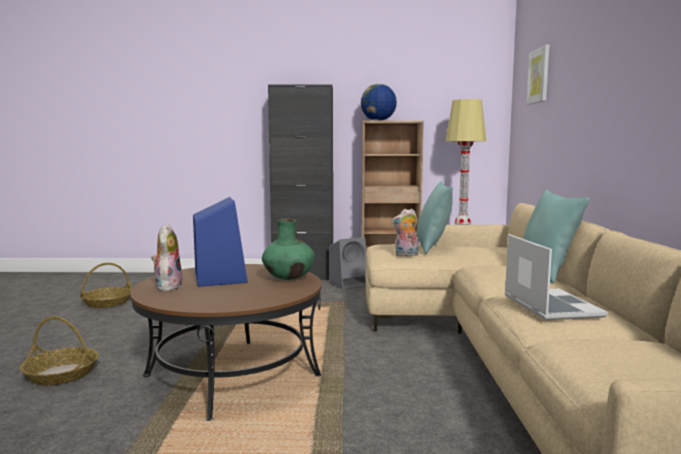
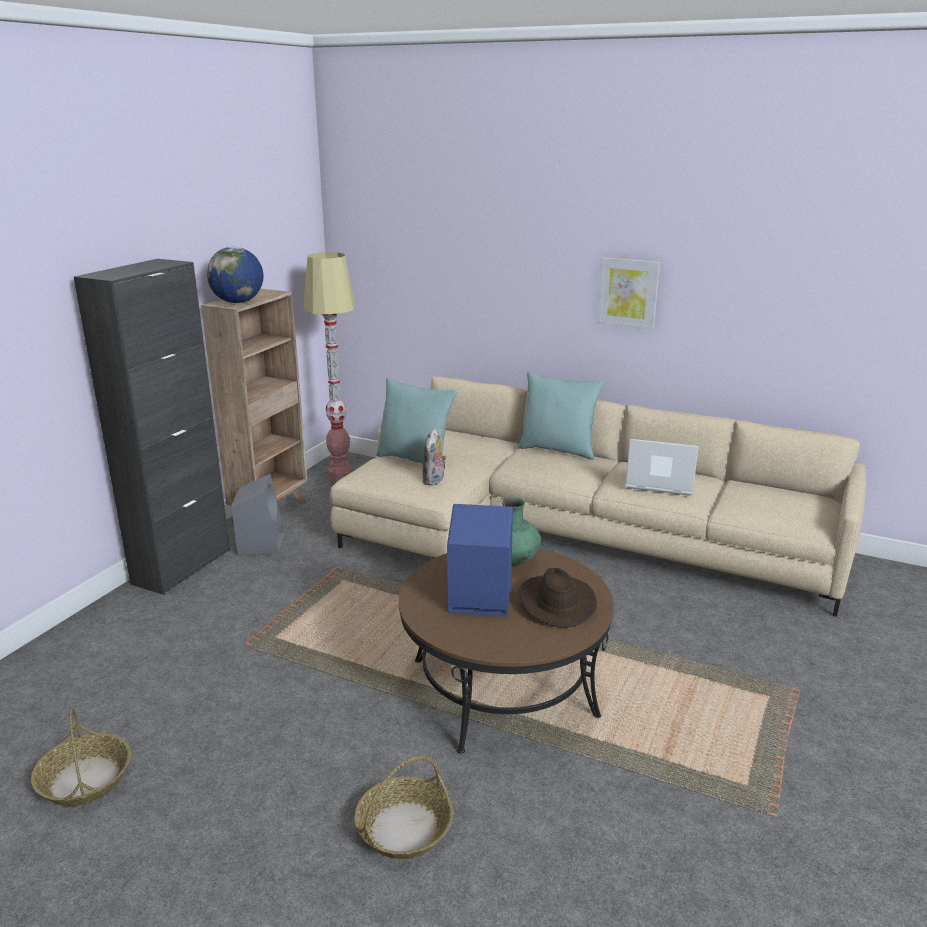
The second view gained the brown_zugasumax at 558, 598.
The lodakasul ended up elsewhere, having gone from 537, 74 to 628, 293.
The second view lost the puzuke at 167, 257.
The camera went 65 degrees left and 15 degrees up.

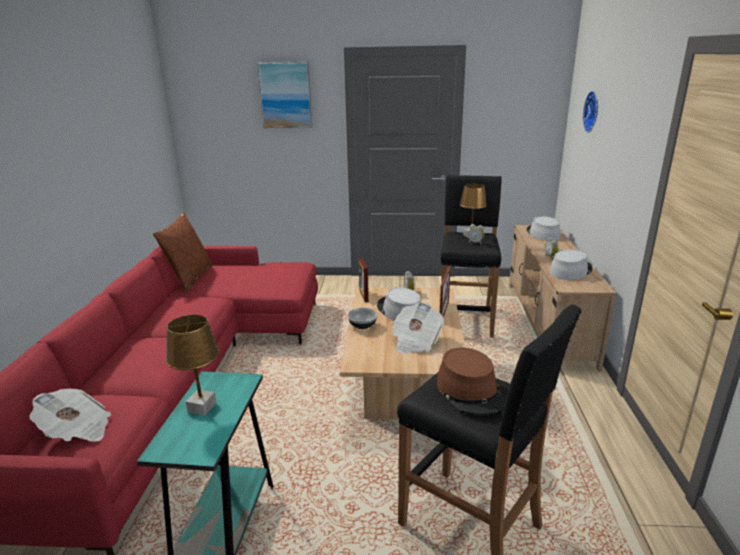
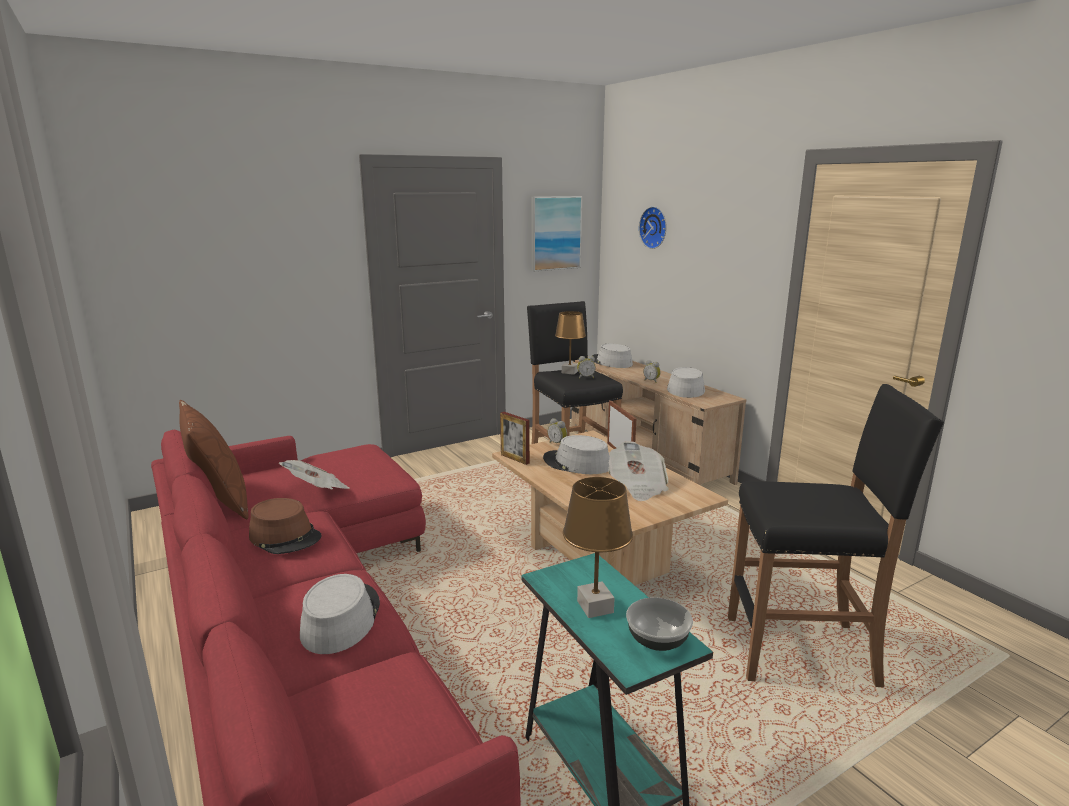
The brown_zugasumax ended up elsewhere, having gone from 471, 381 to 285, 526.
The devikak ended up elsewhere, having gone from 70, 415 to 314, 474.
The second view gained the grey_zugasumax at 340, 614.
The lodakasul ended up elsewhere, having gone from 284, 94 to 556, 233.
The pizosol ended up elsewhere, having gone from 362, 318 to 659, 624.
The camera went 35 degrees left and 5 degrees down.

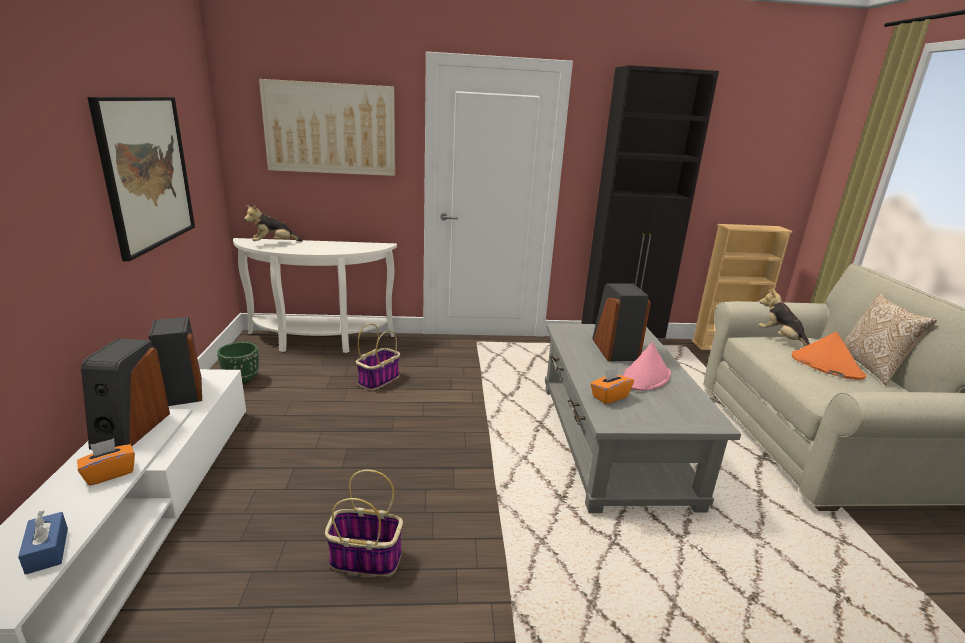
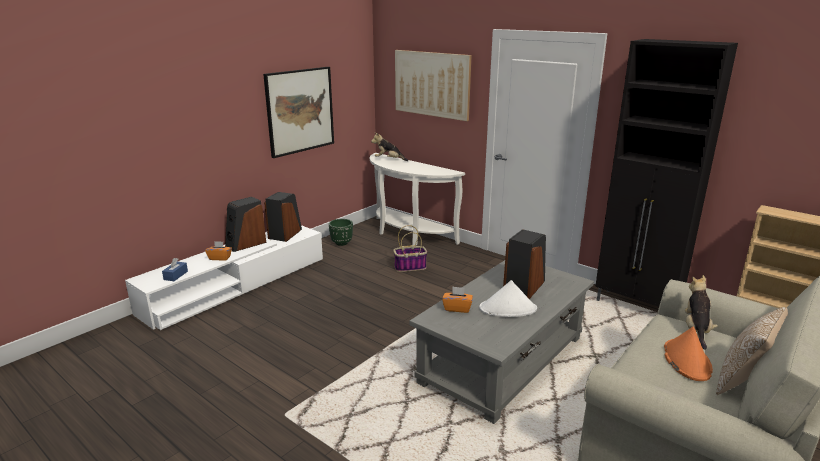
What was the pink_zugasumax at 646, 366 turned into the white_zugasumax at 508, 298.
The second view lost the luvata at 364, 523.
The camera went 45 degrees right and 0 degrees up.

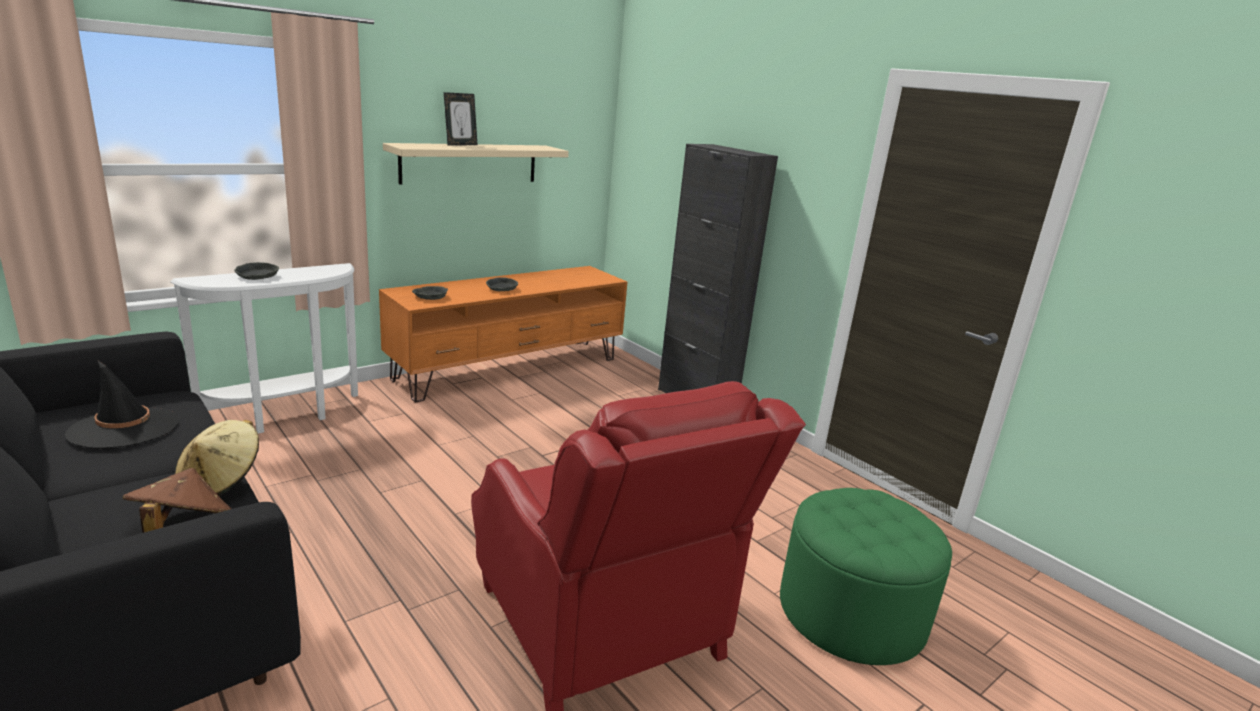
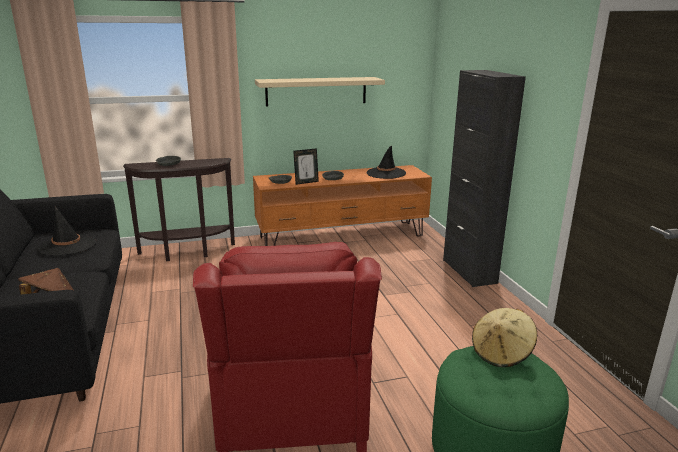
What was the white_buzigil at 264, 348 turned into the brown_buzigil at 179, 209.
The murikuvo ended up elsewhere, having gone from 460, 119 to 306, 166.
The second view gained the black_zugasumax at 386, 162.
The beige_zugasumax ended up elsewhere, having gone from 217, 458 to 504, 338.
The camera went 25 degrees right and 0 degrees up.

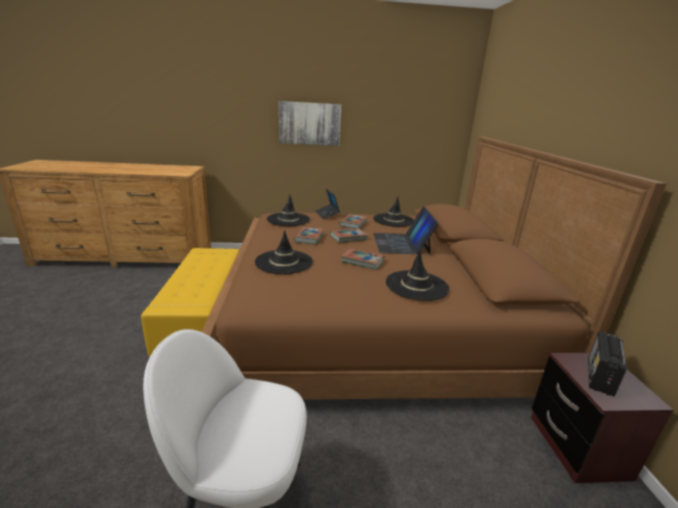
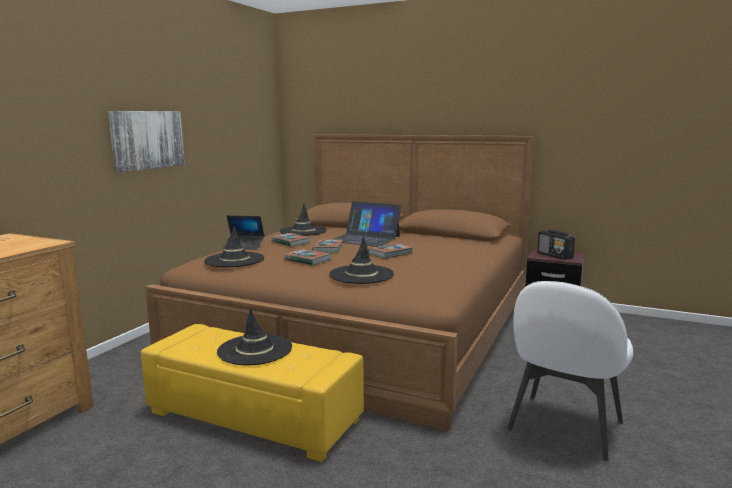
The black_zugasumax ended up elsewhere, having gone from 417, 275 to 254, 336.
The camera went 60 degrees left and 10 degrees down.

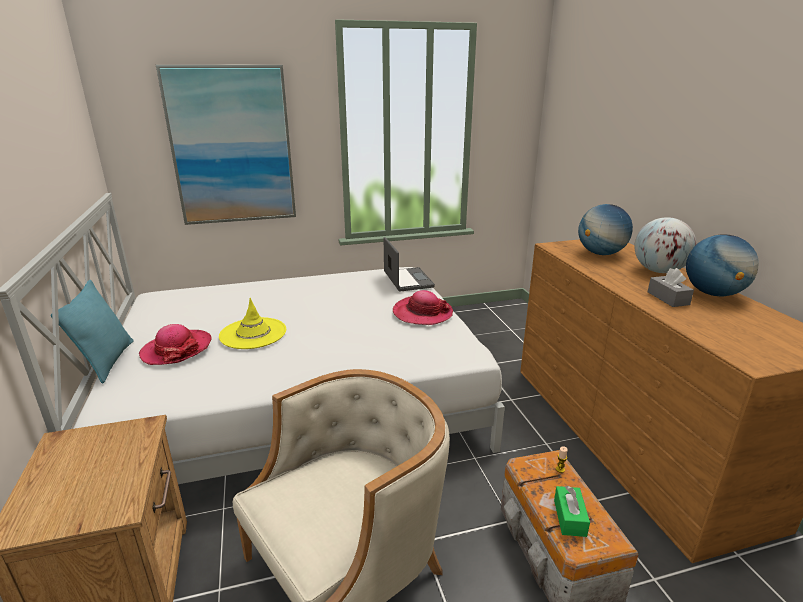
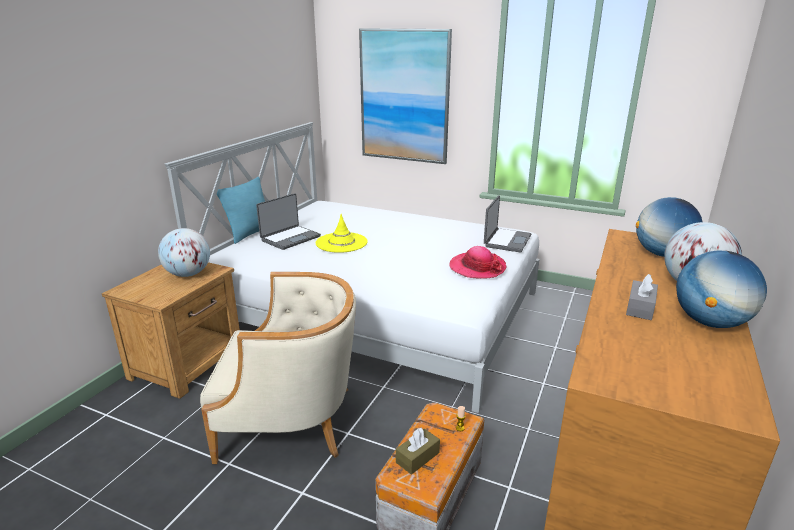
The second view gained the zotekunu at 184, 252.
Where the zugasumax stood at 175, 344, the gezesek came to stand at 288, 221.
What was the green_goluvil at 572, 511 turned into the brown_goluvil at 418, 451.
The camera went 40 degrees right and 0 degrees up.

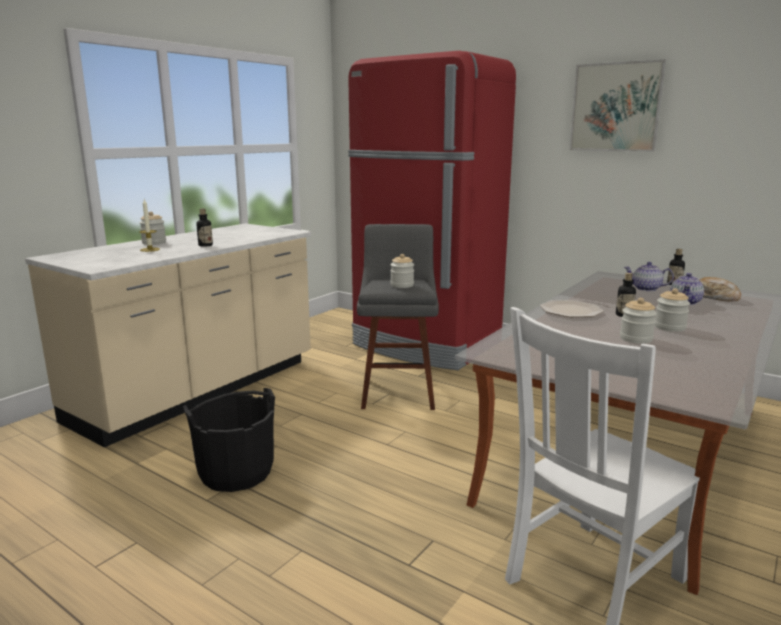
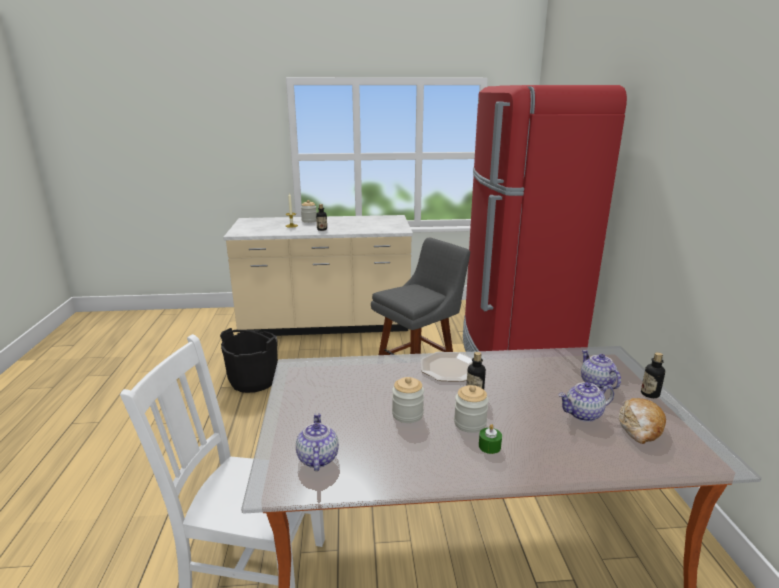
The second view gained the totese at 317, 442.
The second view gained the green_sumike at 490, 439.
The second view lost the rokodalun at 402, 271.
The second view lost the lodakasul at 617, 105.
The camera went 50 degrees right and 5 degrees up.

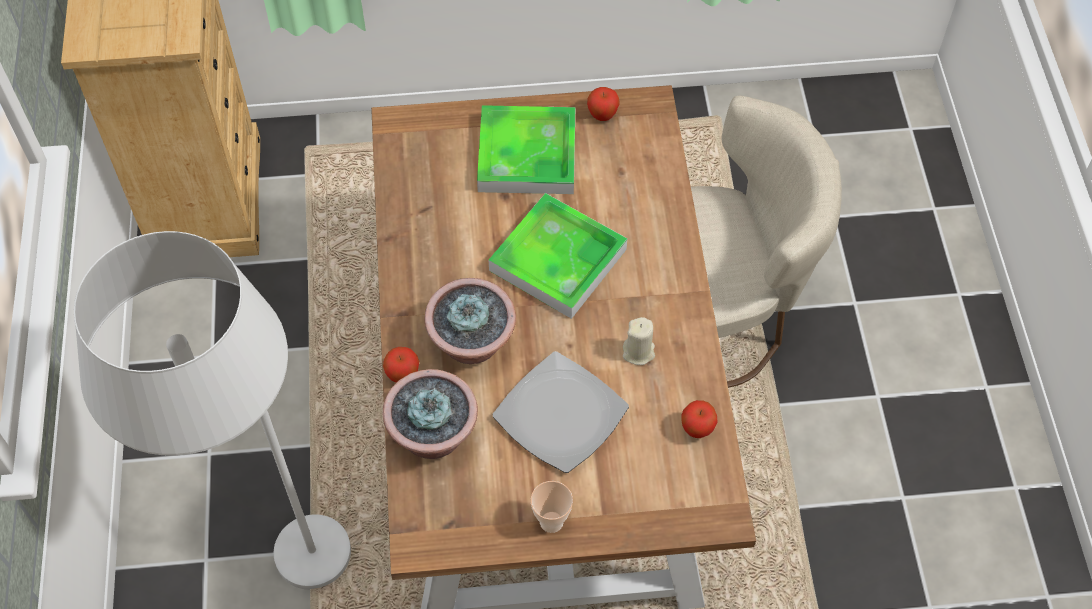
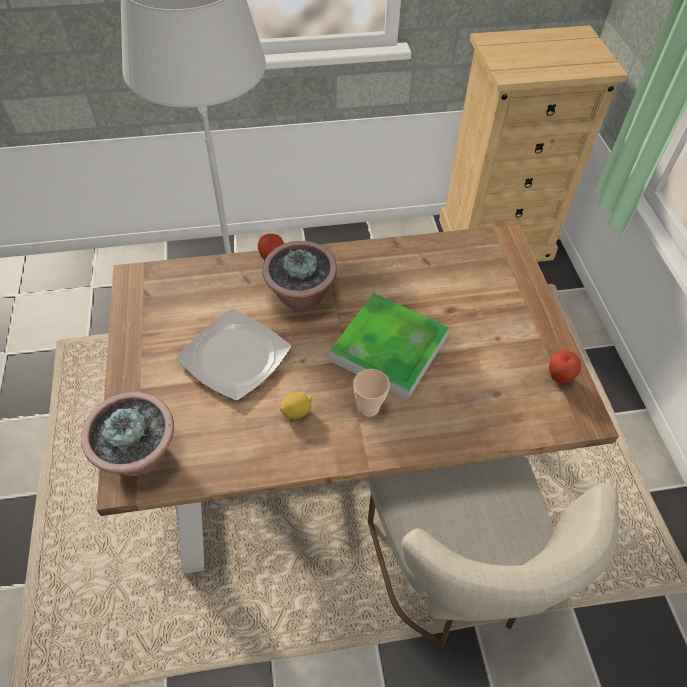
The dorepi ended up elsewhere, having gone from 430, 414 to 127, 434.
Where the beige_sumike stood at 639, 341, the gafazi came to stand at 296, 405.
The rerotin ended up elsewhere, having gone from 552, 507 to 371, 393.
The second view lost the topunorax at 526, 149.
The second view lost the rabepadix at 699, 419.
The camera went 85 degrees right and 5 degrees down.

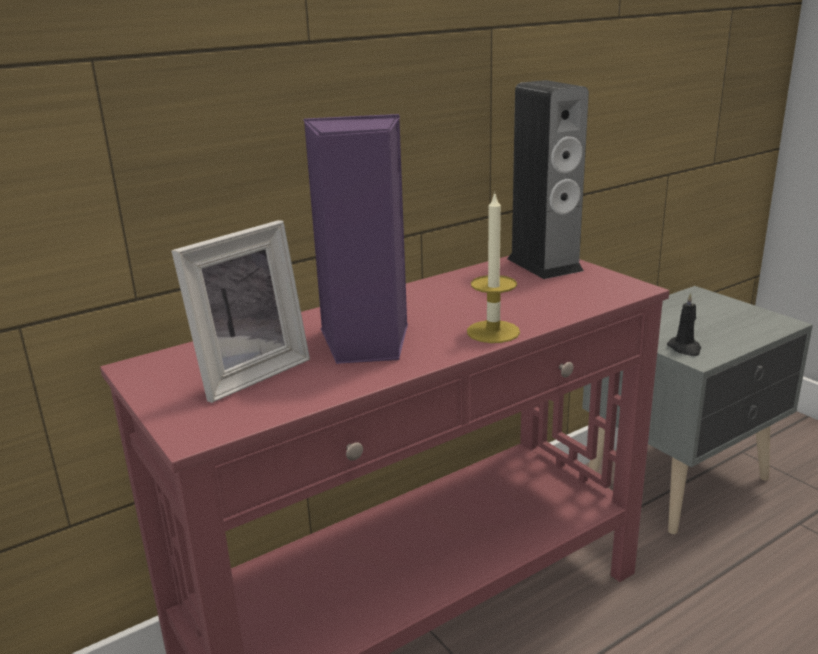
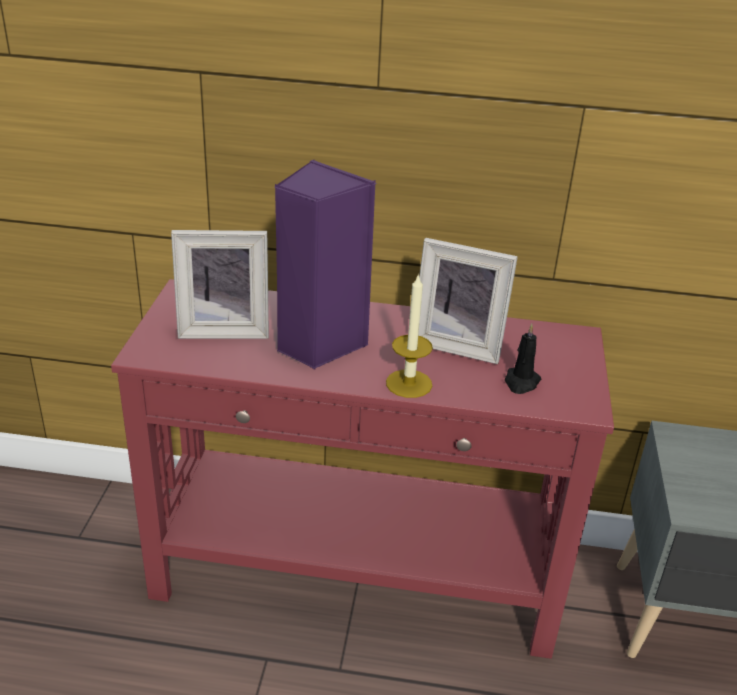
The second view gained the murikuvo at 468, 301.
The black_sumike ended up elsewhere, having gone from 684, 324 to 523, 359.
The second view lost the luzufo at 548, 179.
The camera went 40 degrees right and 10 degrees up.

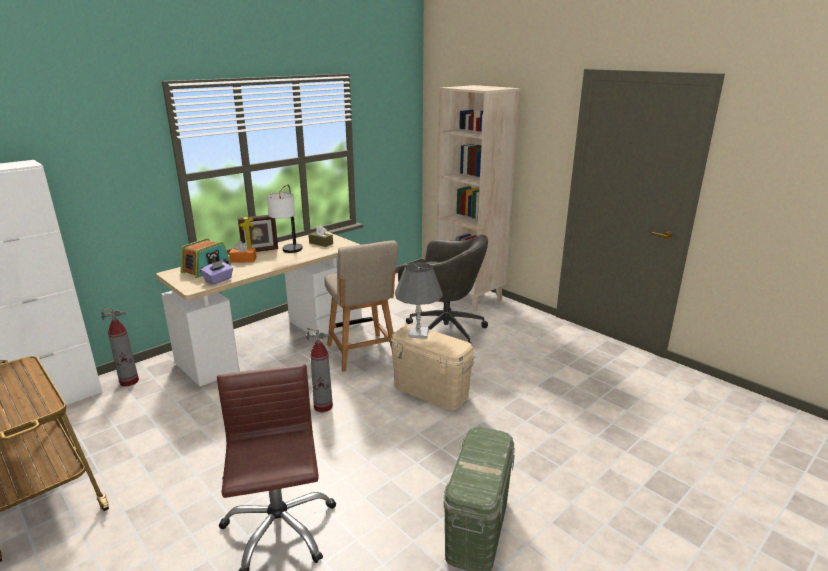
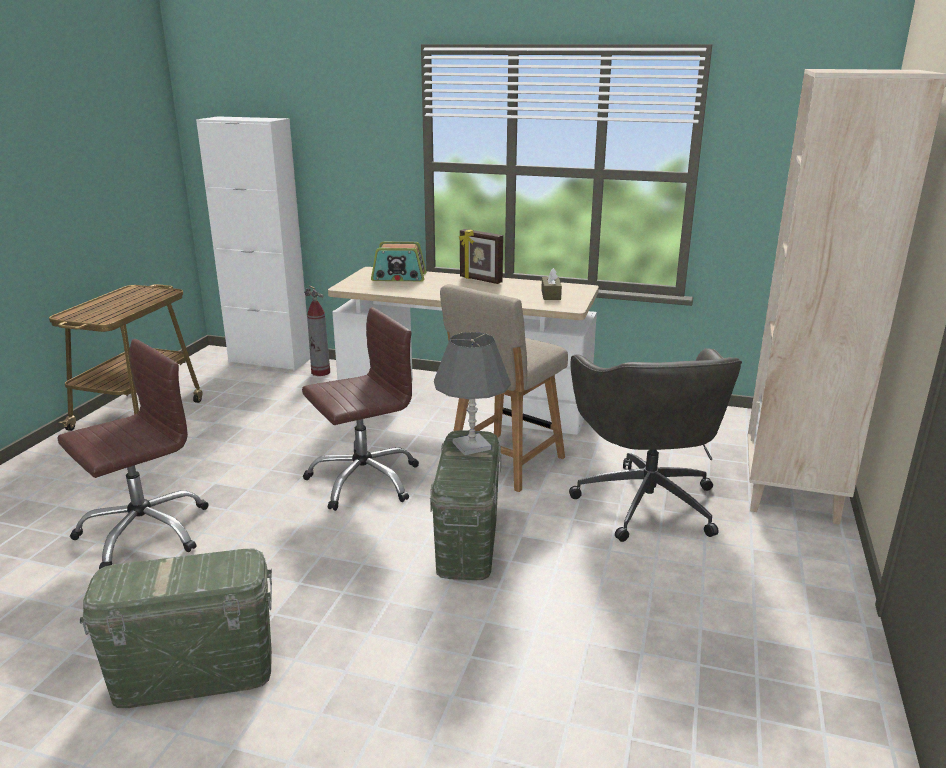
Where the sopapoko stood at 319, 370, the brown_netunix came to stand at 360, 409.
What was the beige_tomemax at 433, 367 turned into the green_tomemax at 466, 505.
The second view lost the purple_goluvil at 217, 272.
The second view lost the orange_goluvil at 243, 252.
The second view lost the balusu at 285, 218.
The camera went 60 degrees right and 0 degrees up.

